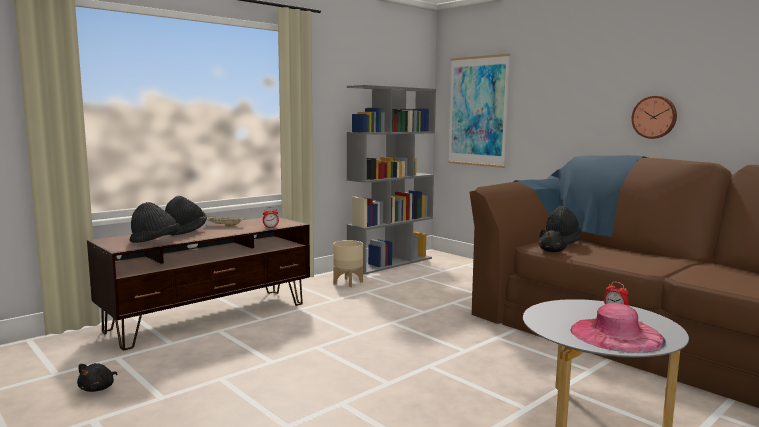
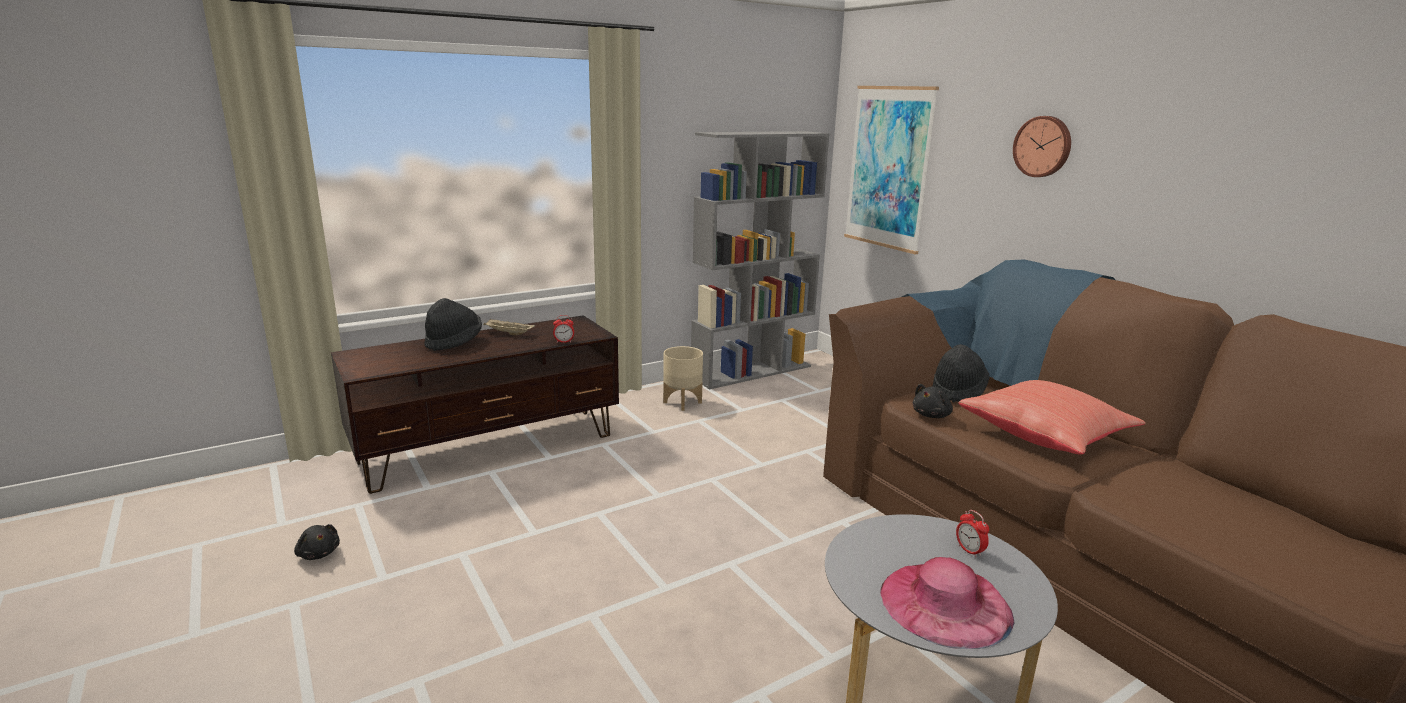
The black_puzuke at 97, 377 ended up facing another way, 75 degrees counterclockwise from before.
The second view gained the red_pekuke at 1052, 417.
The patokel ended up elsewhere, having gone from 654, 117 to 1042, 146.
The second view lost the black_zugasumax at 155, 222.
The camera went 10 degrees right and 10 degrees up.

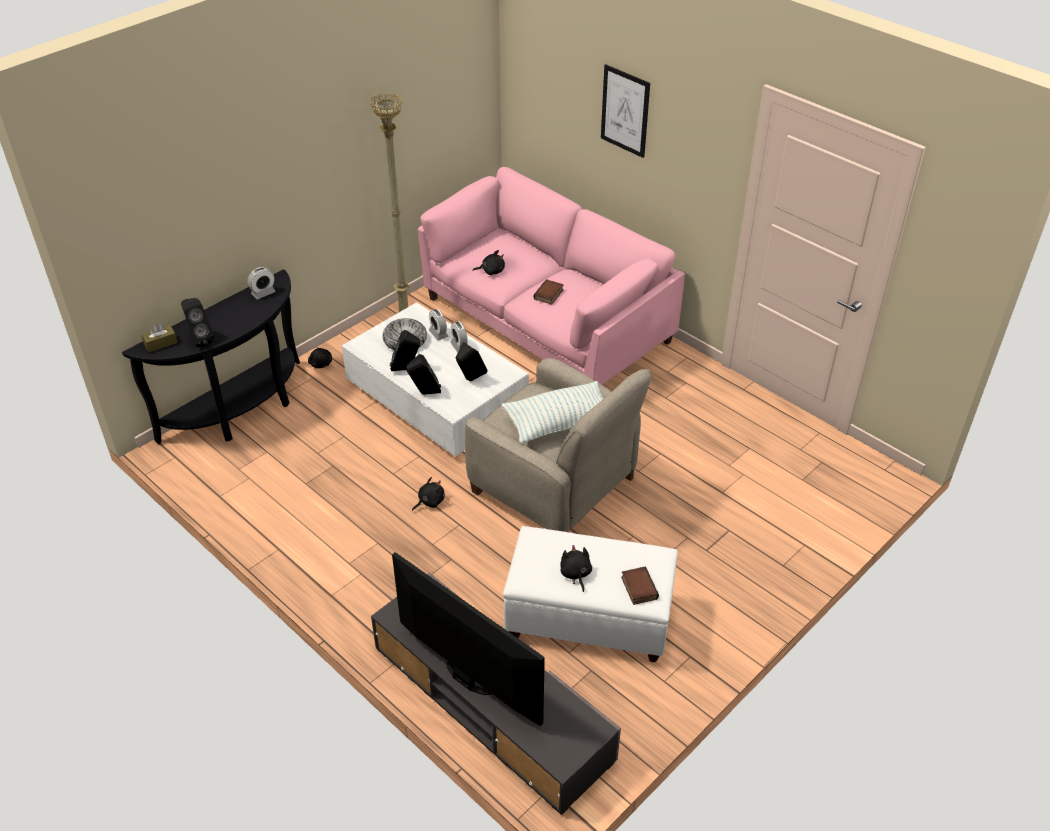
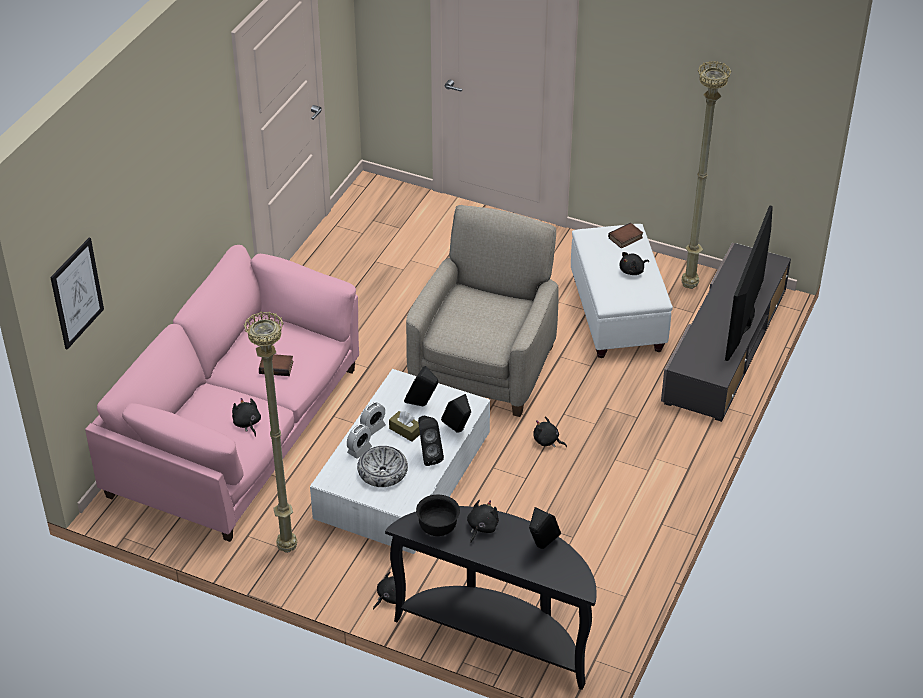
The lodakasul ended up elsewhere, having gone from 625, 111 to 77, 294.
The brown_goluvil ended up elsewhere, having gone from 159, 338 to 404, 426.
Where the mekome stood at 261, 283, the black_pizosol came to stand at 438, 515.
The second view gained the black_puzuke at 483, 521.
The second view gained the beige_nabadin at 706, 175.
The second view lost the pekuke at 553, 412.
The camera went 110 degrees left and 0 degrees up.

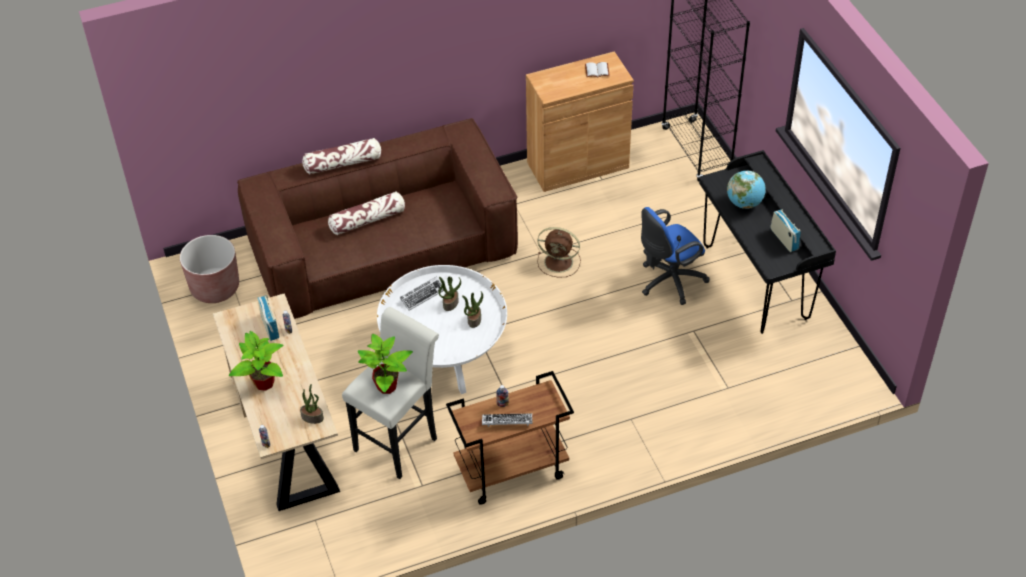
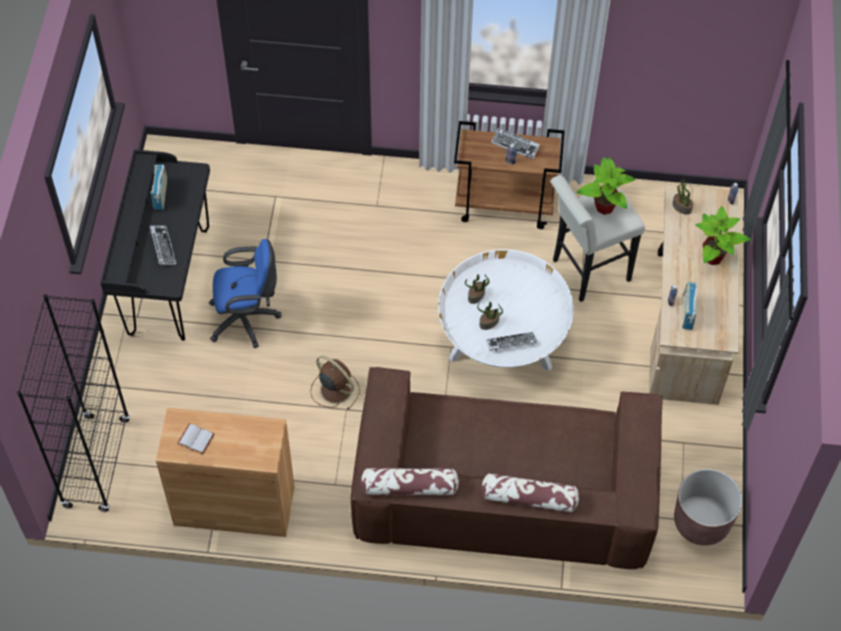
Where the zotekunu stood at 746, 190, the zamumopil came to stand at 163, 245.
The pekuke ended up elsewhere, having gone from 366, 213 to 410, 481.
The camera went 155 degrees left and 10 degrees up.

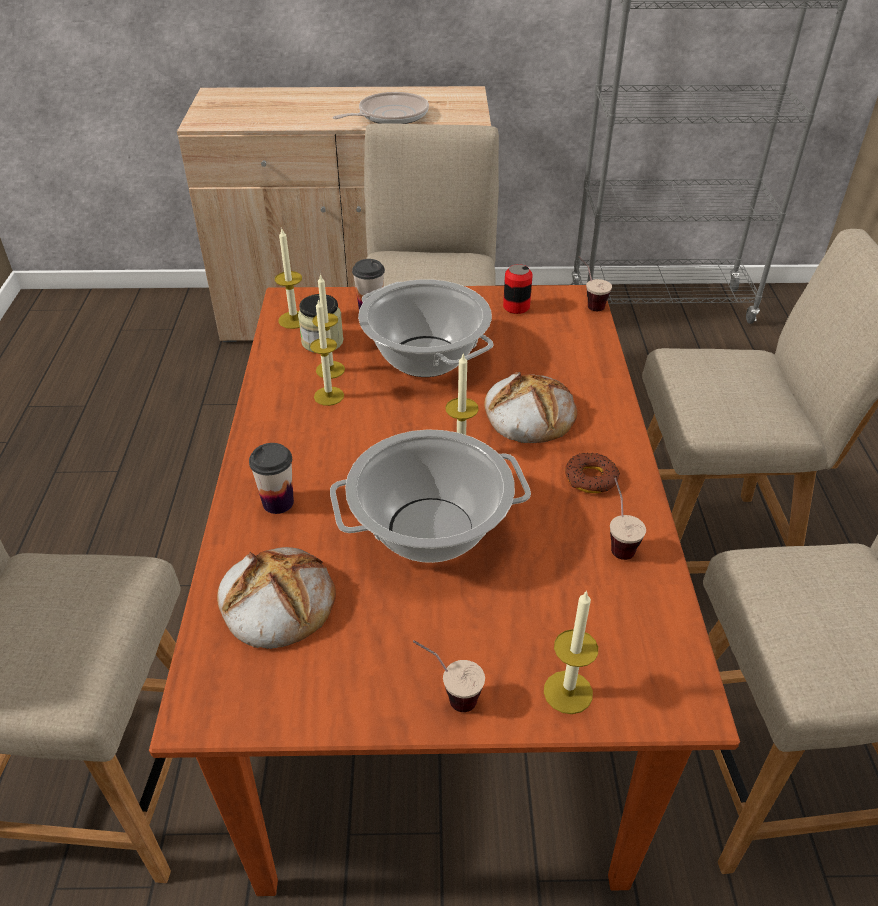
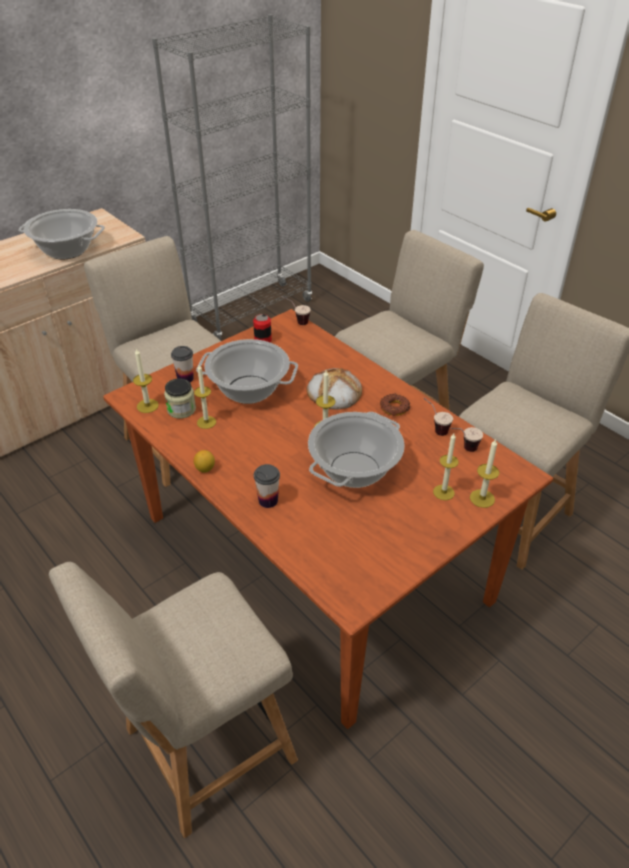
Where the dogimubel stood at 380, 108, the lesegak came to stand at 61, 234.
The second view gained the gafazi at 204, 461.
The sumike ended up elsewhere, having gone from 327, 352 to 446, 466.
The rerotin ended up elsewhere, having gone from 449, 676 to 467, 439.
The second view lost the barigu at 276, 598.
The camera went 40 degrees left and 0 degrees up.

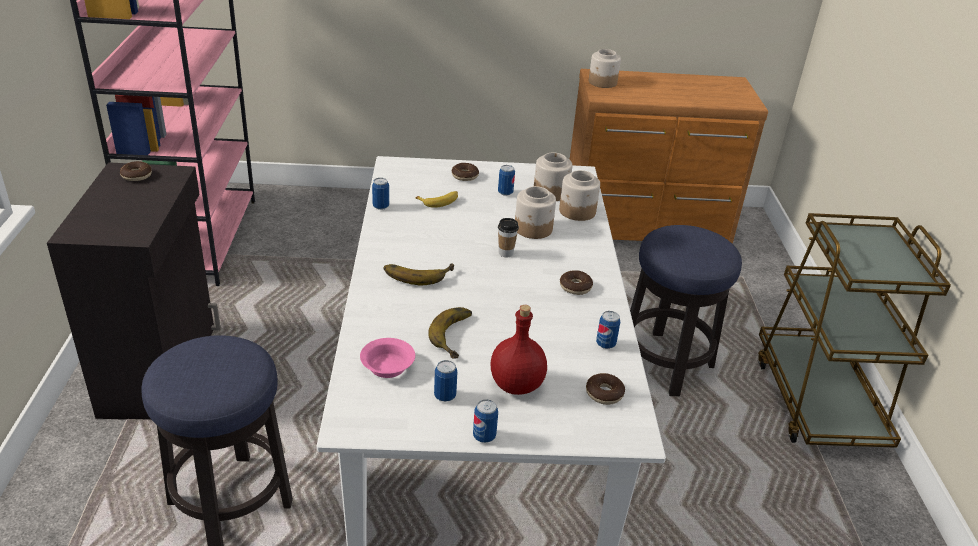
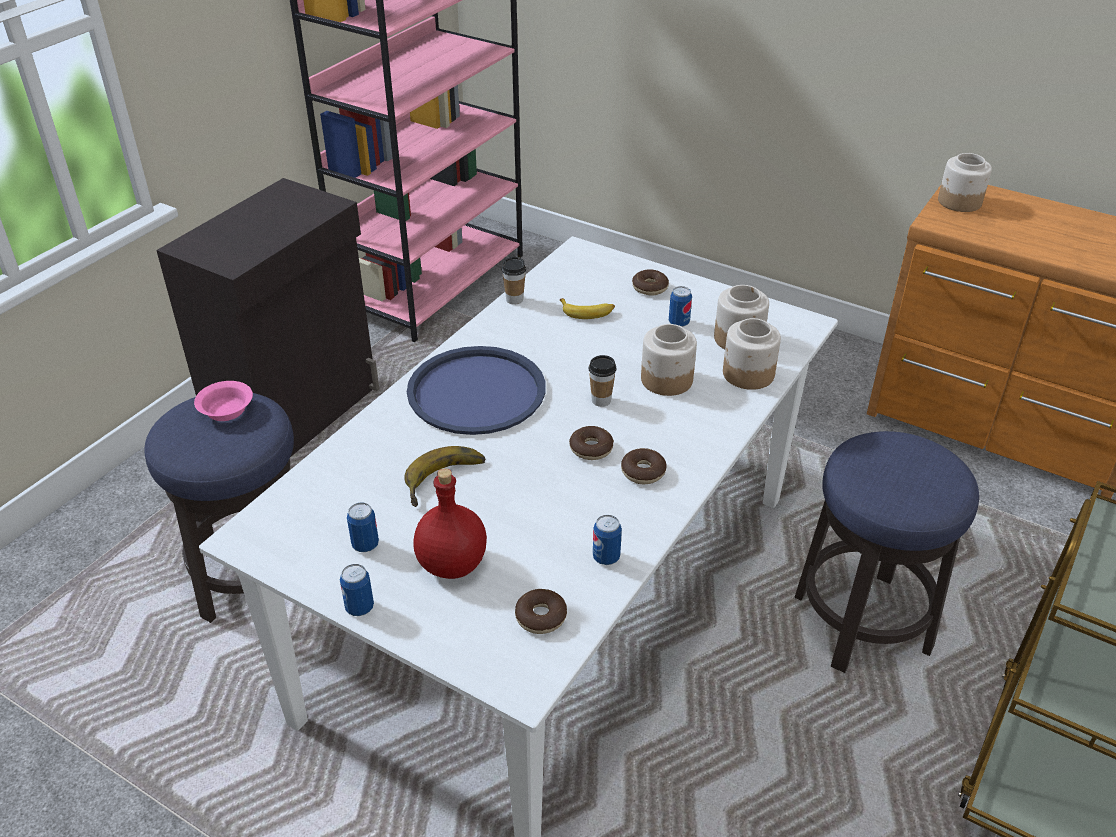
The pink_pizosol ended up elsewhere, having gone from 387, 358 to 223, 401.
Where the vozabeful stood at 419, 274, the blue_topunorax came to stand at 476, 390.
Where the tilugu stood at 380, 194, the rerotin came to stand at 514, 281.
The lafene ended up elsewhere, having gone from 136, 171 to 591, 443.
The camera went 35 degrees right and 5 degrees up.

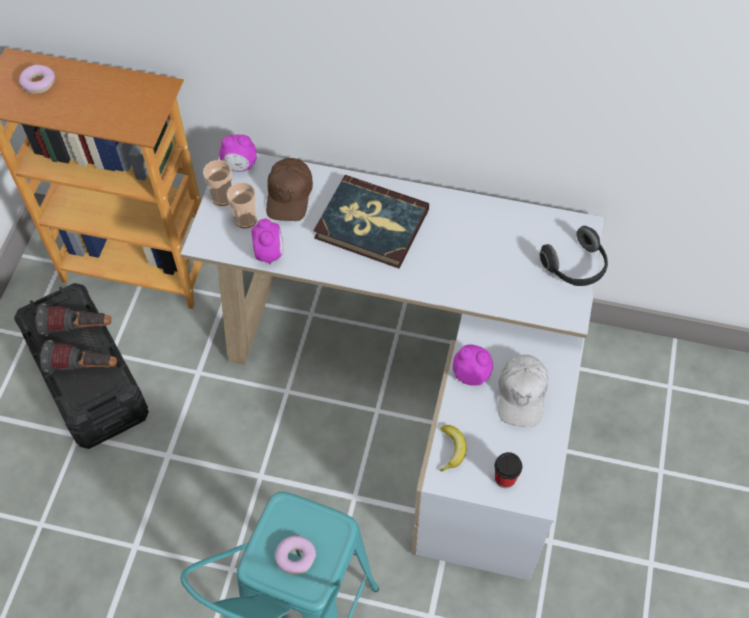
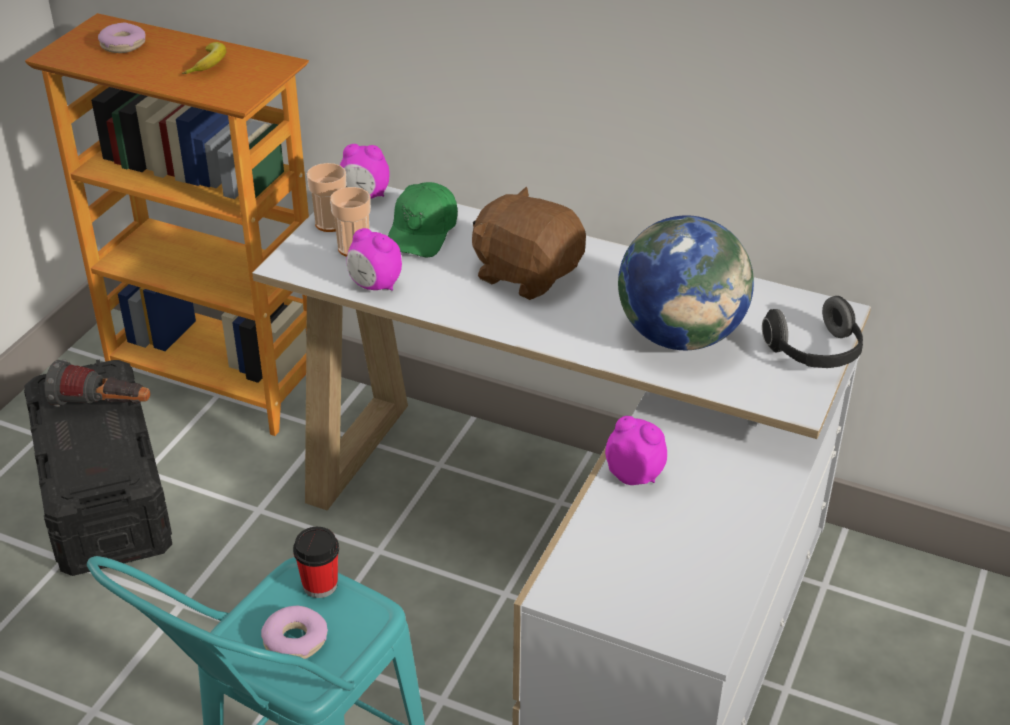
The vozabeful ended up elsewhere, having gone from 453, 448 to 204, 58.
The rerotin ended up elsewhere, having gone from 508, 470 to 316, 562.
The mekome at 267, 241 ended up facing another way, 120 degrees clockwise from before.
What was the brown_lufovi at 289, 189 turned into the green_lufovi at 423, 219.
Where the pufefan stood at 371, 222, the brown_puzuke came to stand at 529, 243.
The second view gained the zotekunu at 686, 282.
The second view lost the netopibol at 78, 356.
The second view lost the white_lufovi at 523, 391.
The camera went 10 degrees right and 20 degrees down.

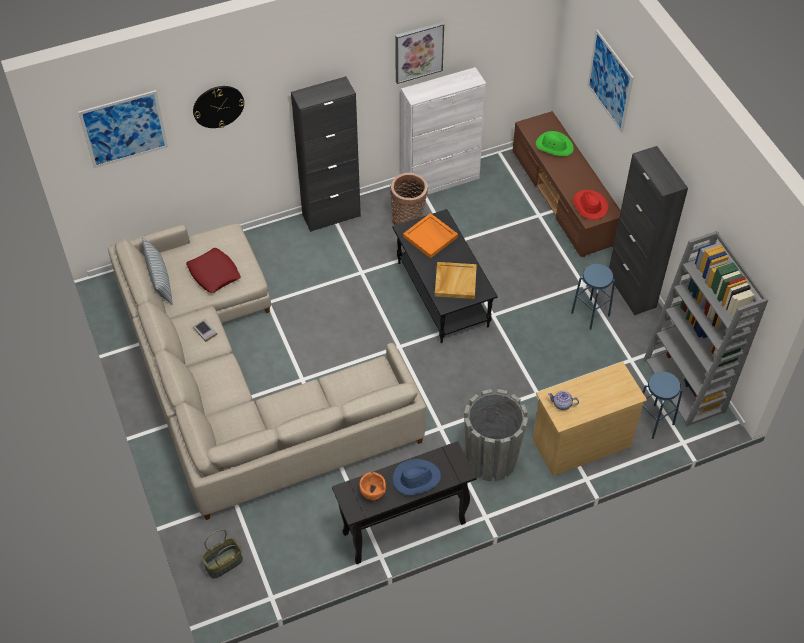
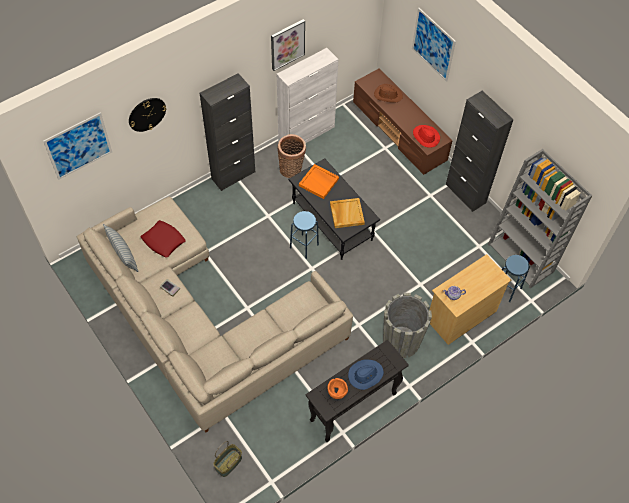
The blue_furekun ended up elsewhere, having gone from 593, 297 to 304, 235.
What was the green_zugasumax at 555, 143 turned into the brown_zugasumax at 388, 93.
The camera went 15 degrees left and 5 degrees up.

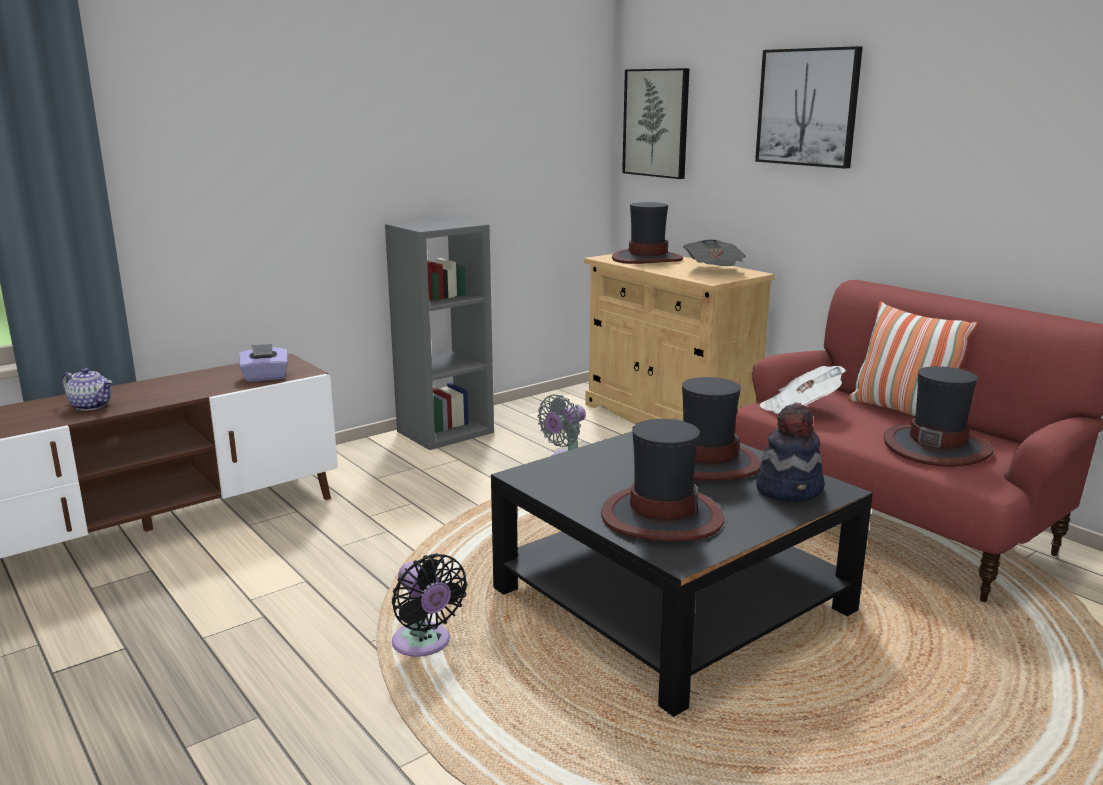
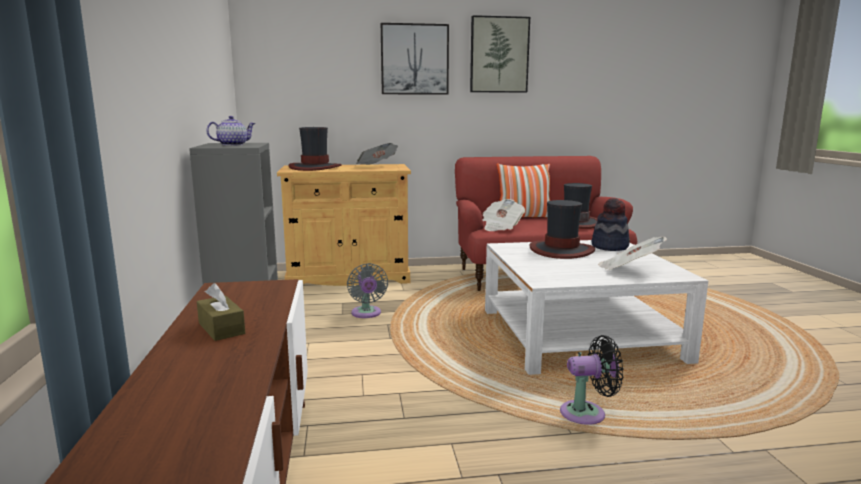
The second view gained the brown_goluvil at 221, 312.
The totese ended up elsewhere, having gone from 87, 389 to 231, 131.
The lodakasul ended up elsewhere, having gone from 655, 123 to 500, 54.
What was the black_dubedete at 682, 567 turned into the white_dubedete at 596, 307.
Where the zugasumax stood at 662, 480, the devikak came to stand at 632, 253.
The second view lost the purple_goluvil at 263, 363.
The camera went 60 degrees left and 5 degrees down.

